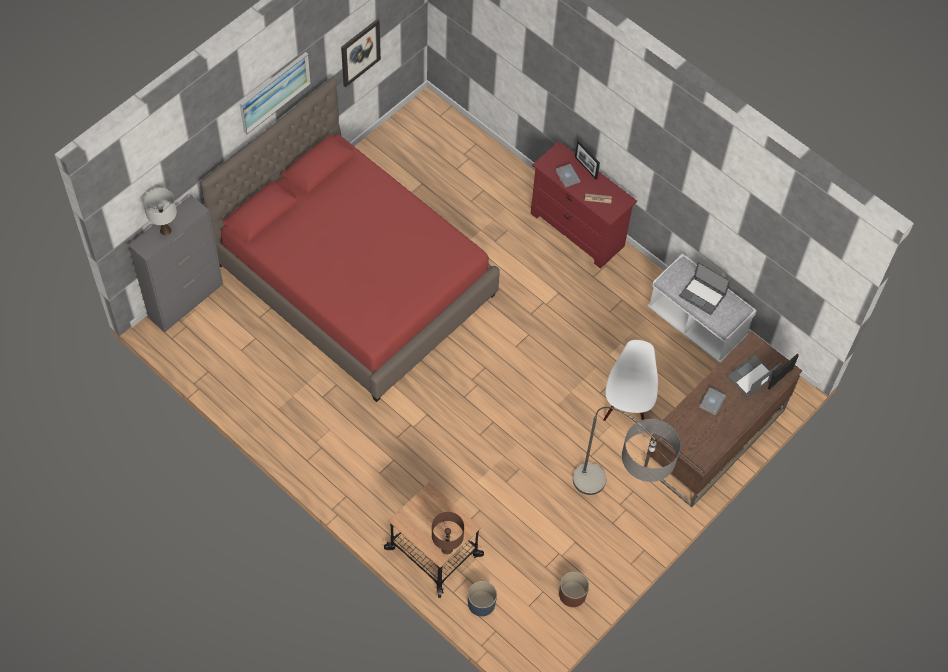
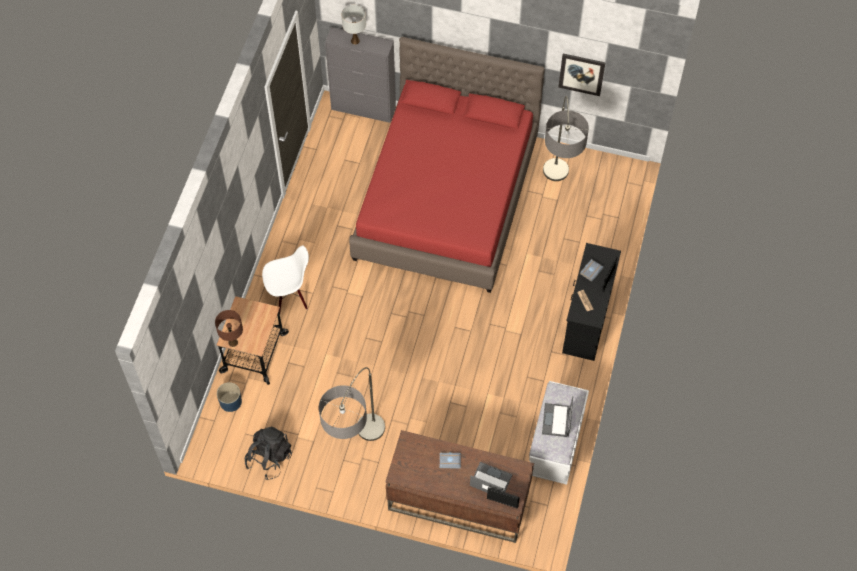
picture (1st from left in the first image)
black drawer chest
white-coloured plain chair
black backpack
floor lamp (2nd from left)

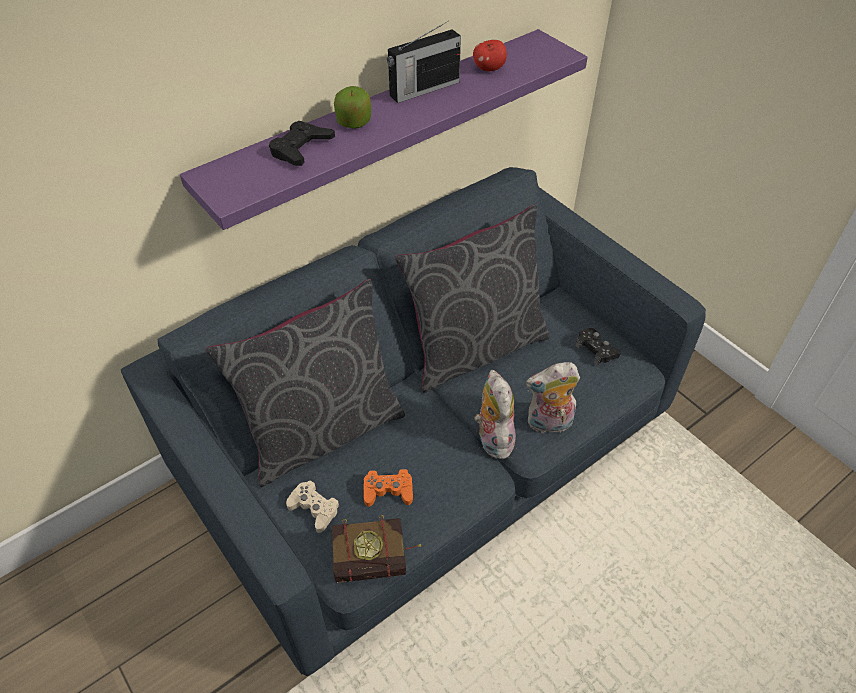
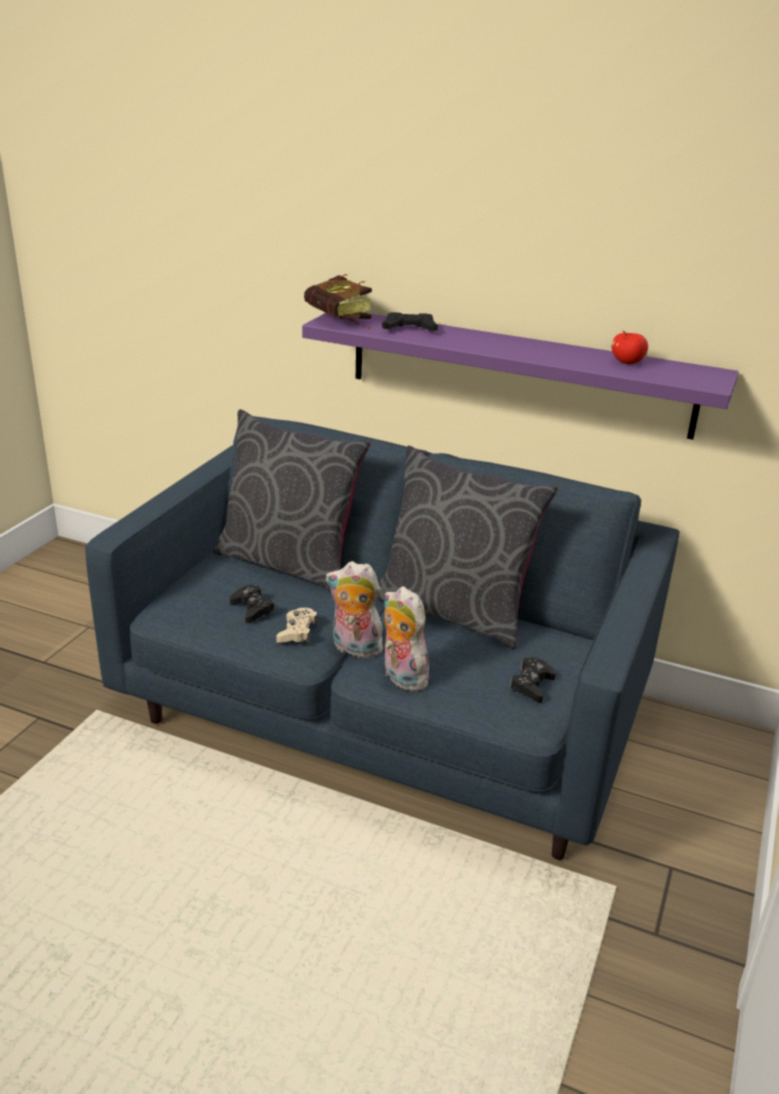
radio
whole apple (1st from left in the first image)
plush toy (1st from left)
black gamepad (1st from left)
beige gamepad
book

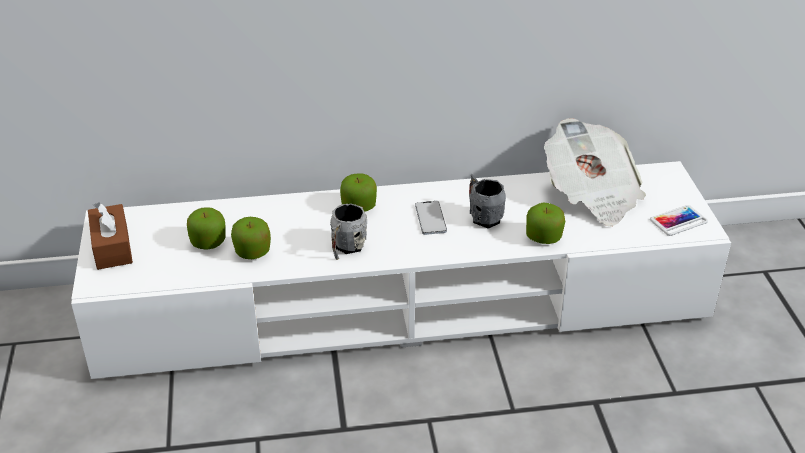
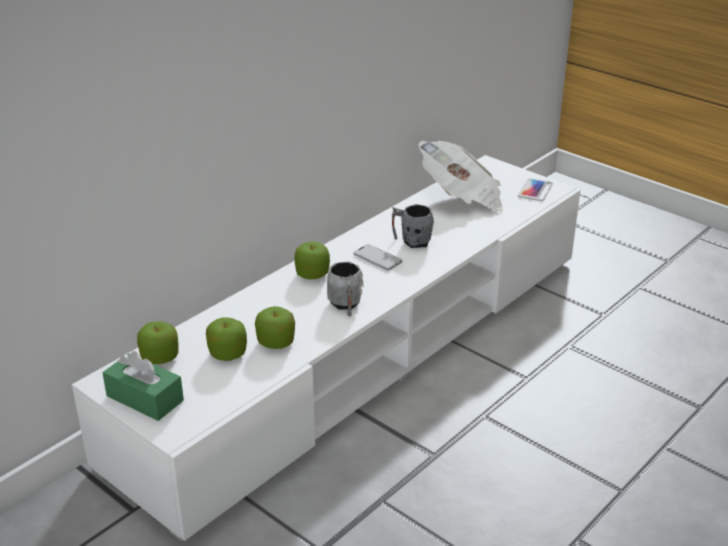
greenish tissue box
whole apple (1st from left)

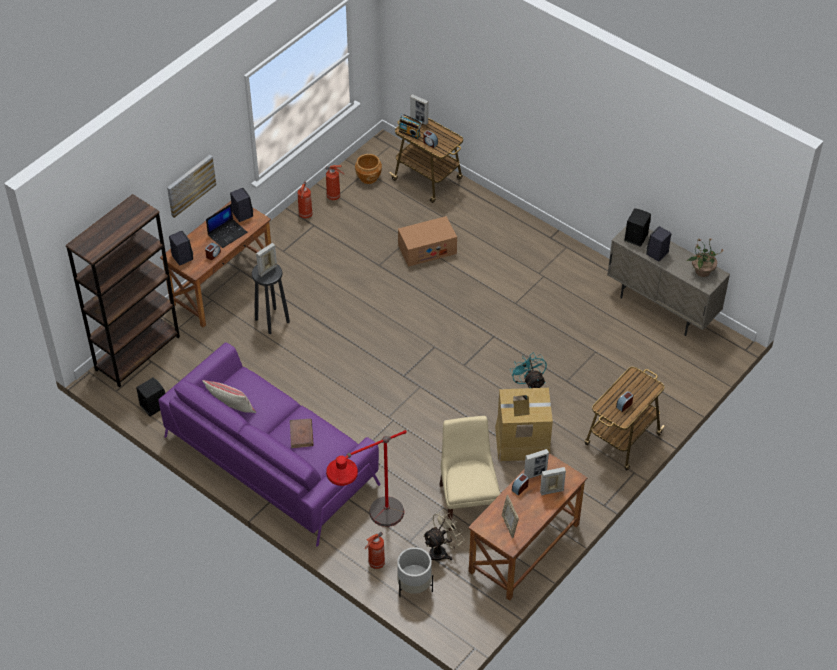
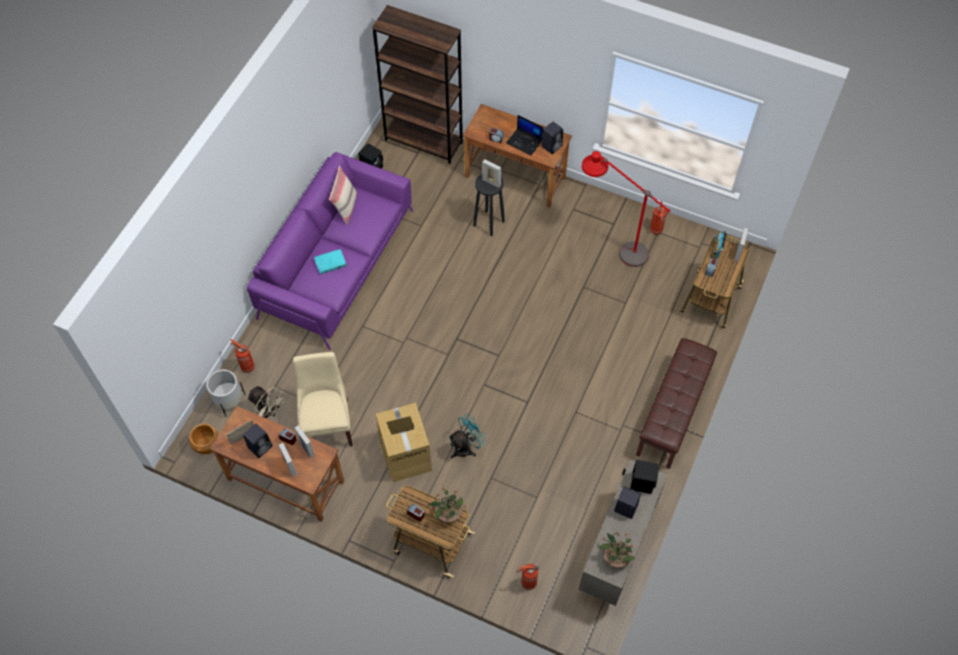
brownish planter
picture
extinguisher (2nd from left)
carton (1st from left in the first image)
black audio speaker (1st from left)
beige plain chair
turquoise book
red floor lamp
brownish indoor bench
potted plant (1st from left)

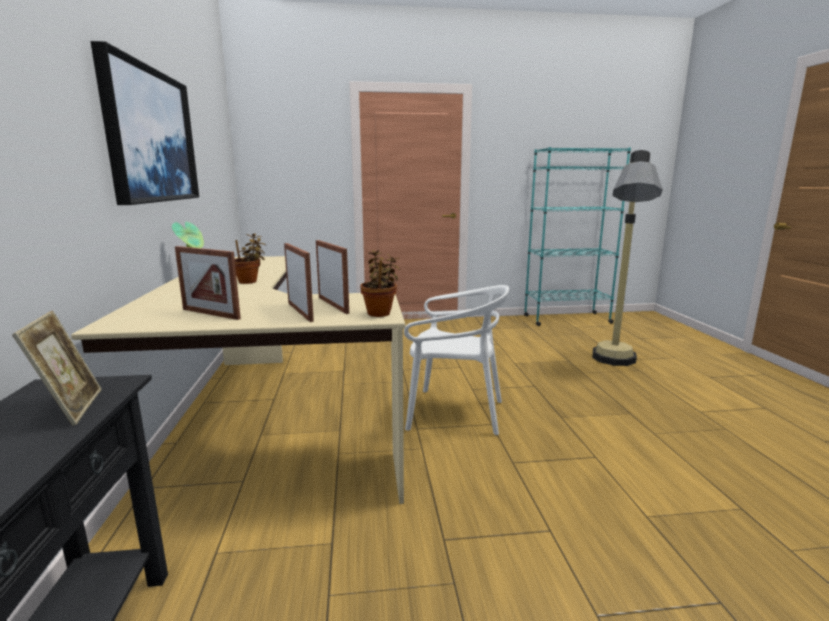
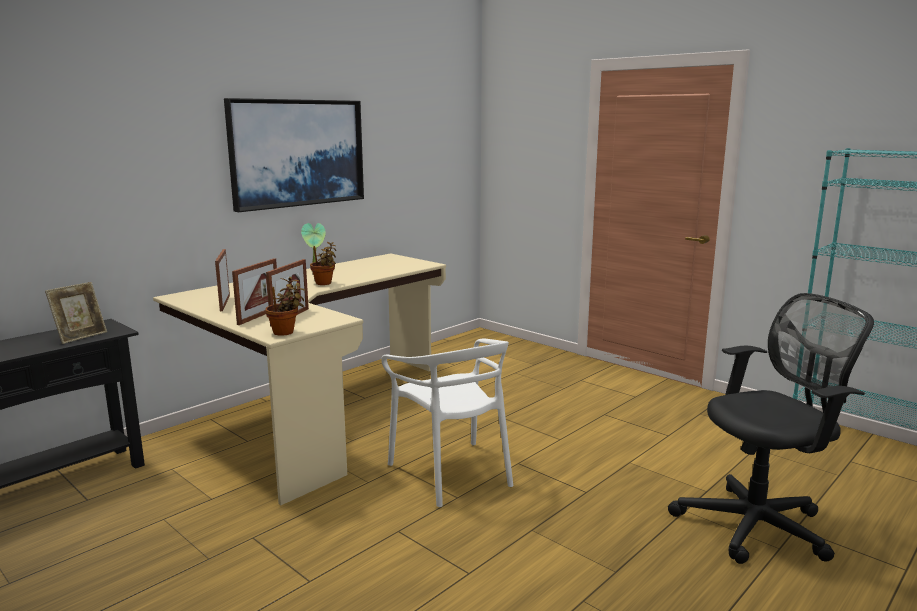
black office chair

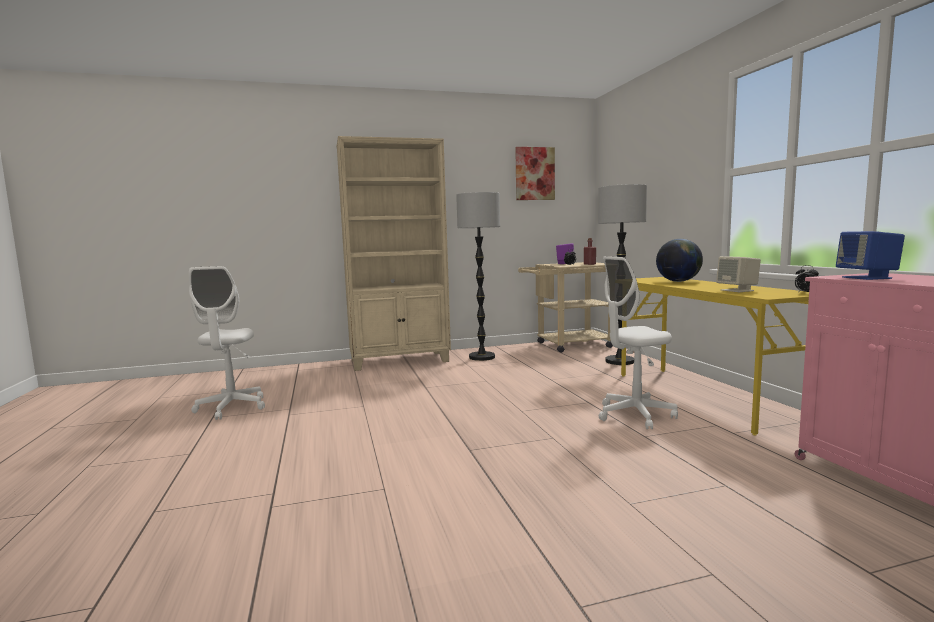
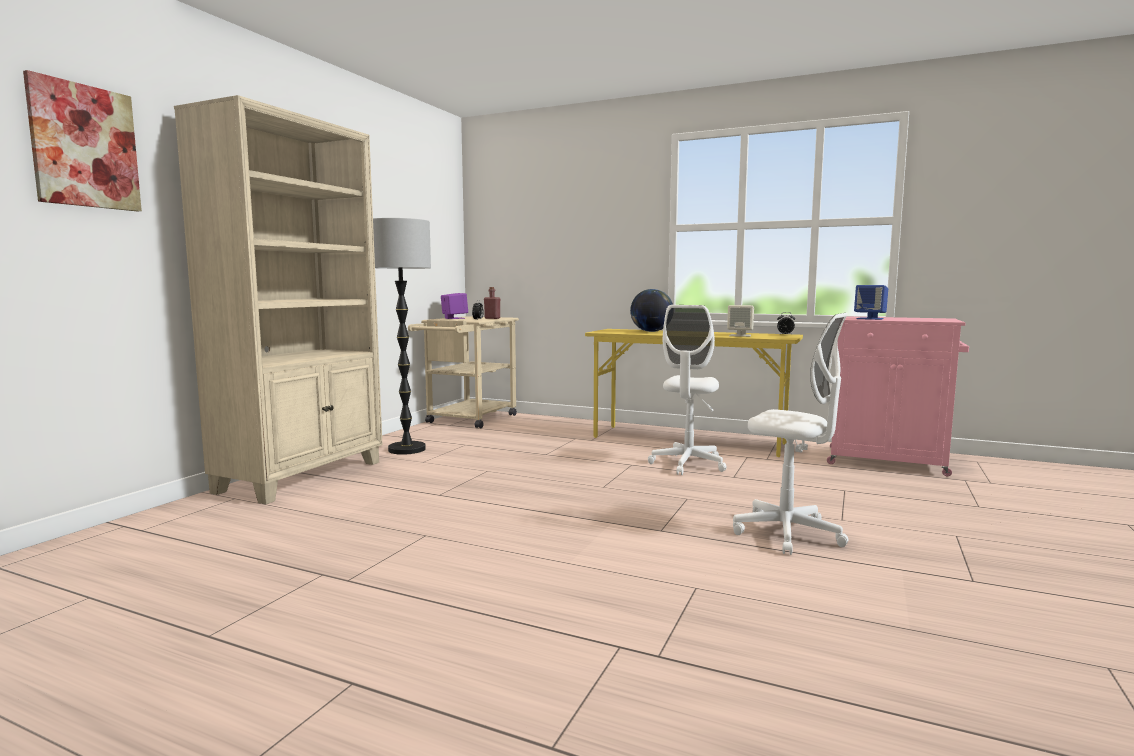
picture
floor lamp (2nd from left in the first image)
white-coloured office chair (2nd from left)

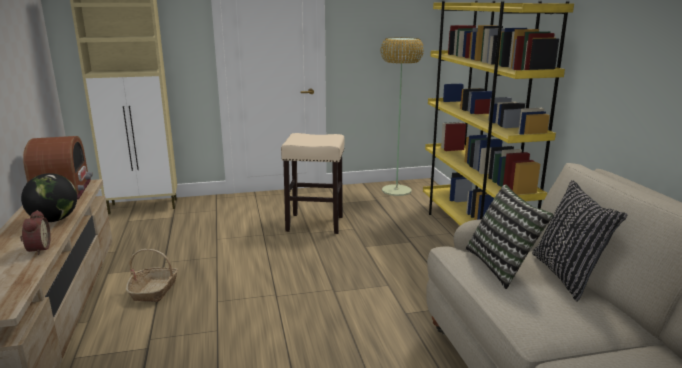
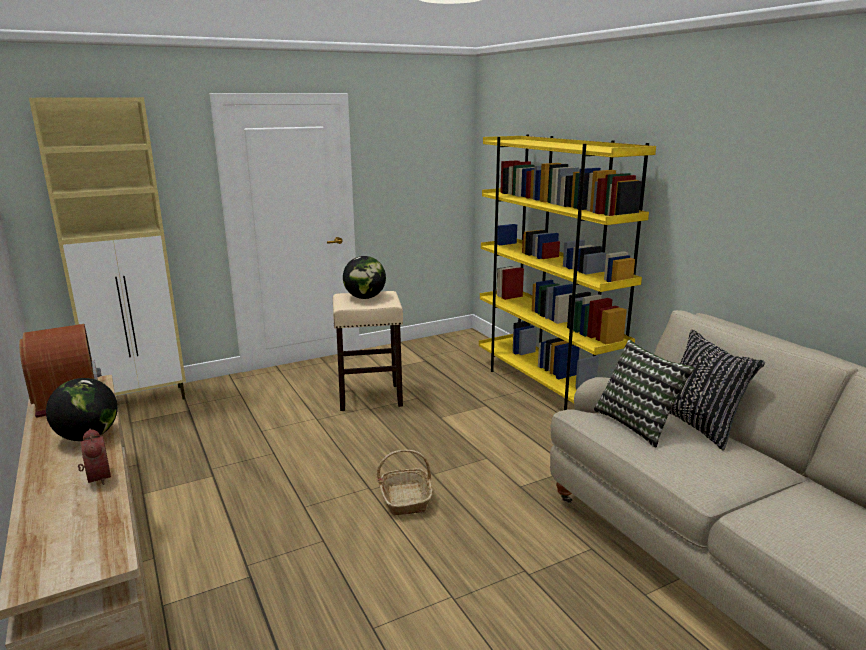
floor lamp
storage basket
world globe (2nd from left)

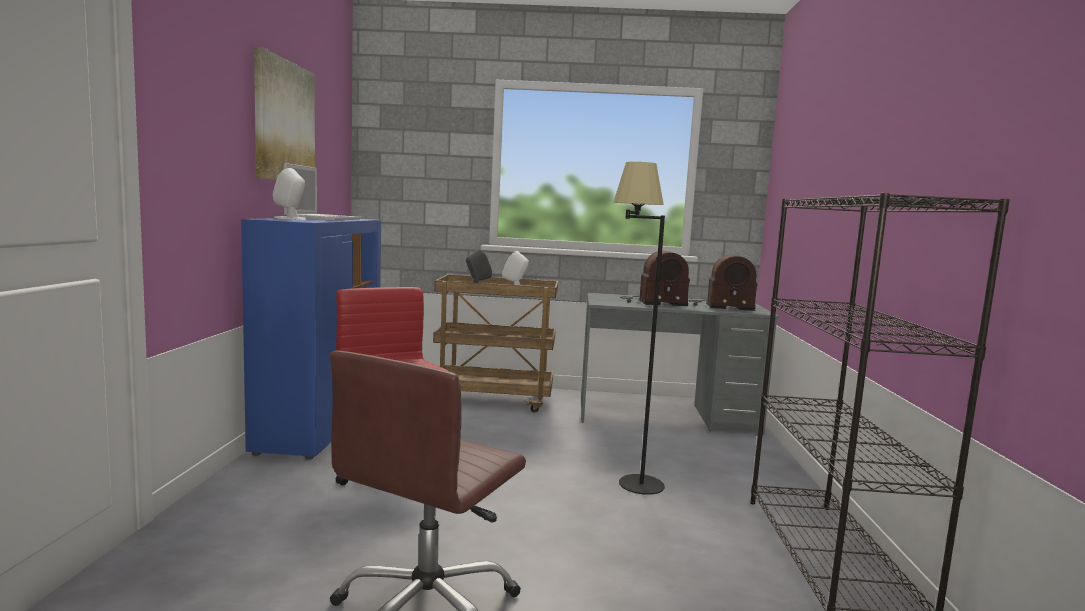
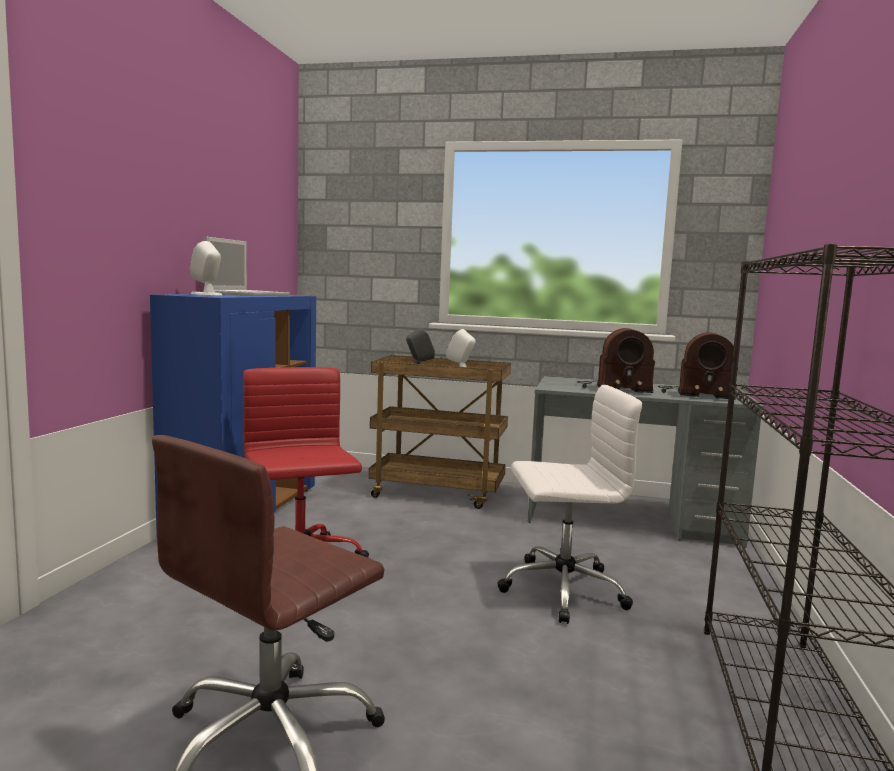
picture
white-coloured office chair

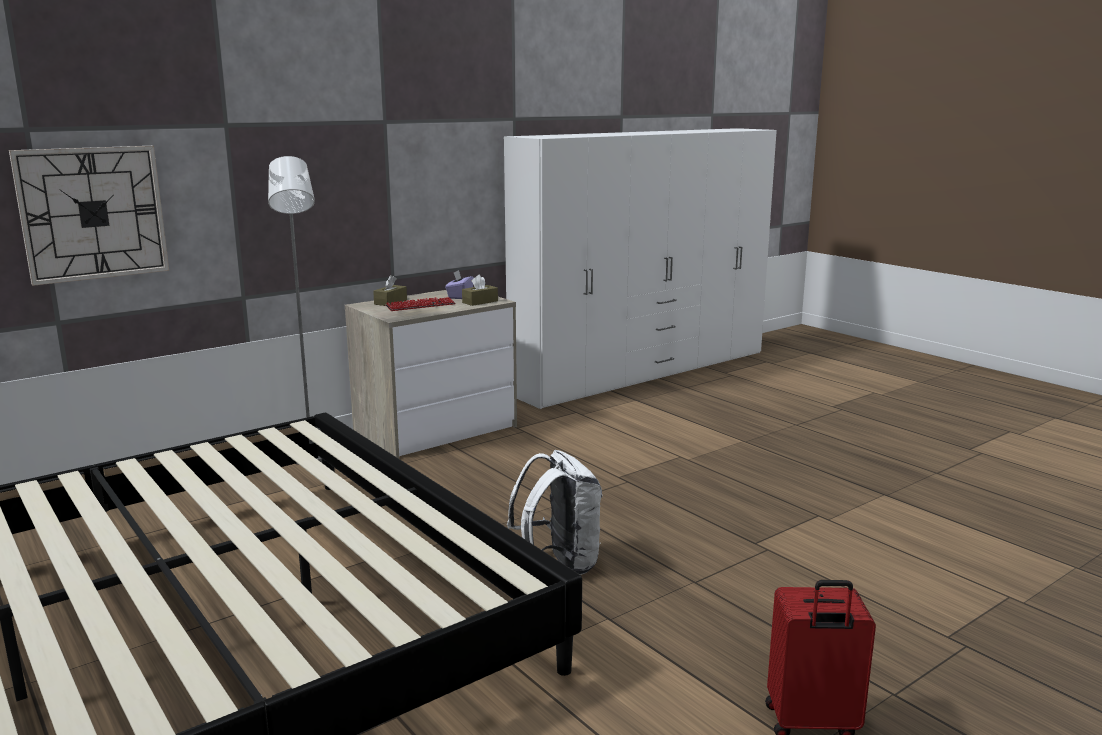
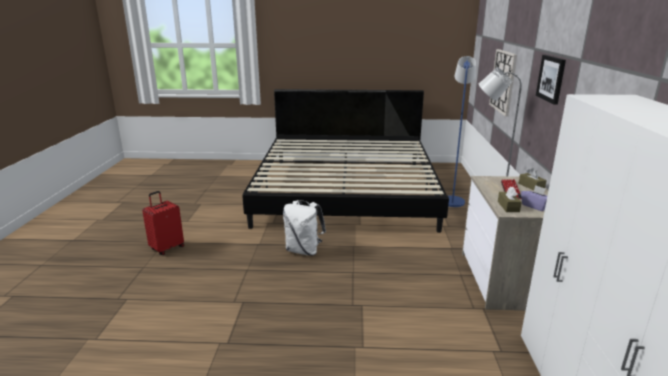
picture
bluish floor lamp

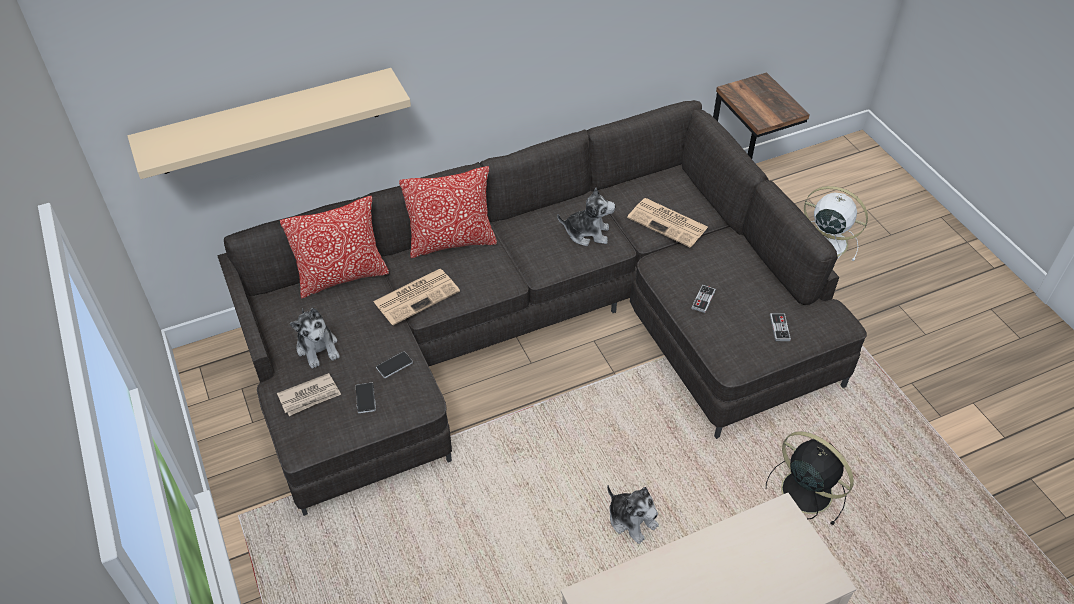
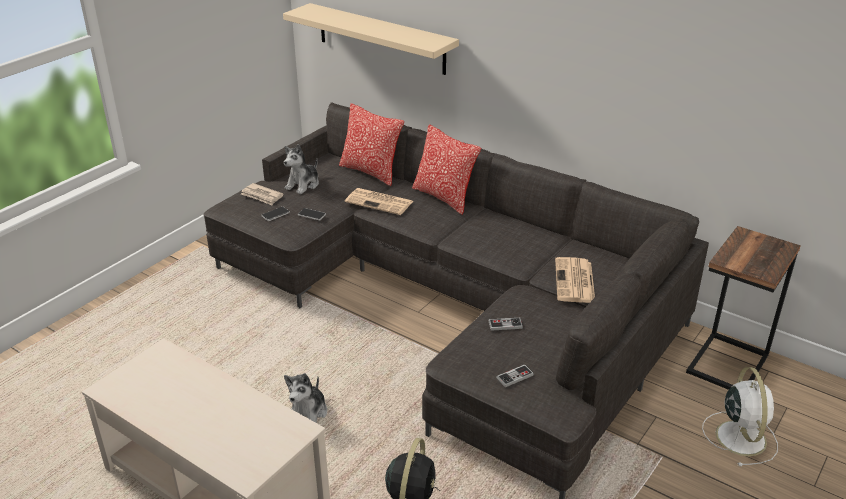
plush toy (2nd from left in the first image)

